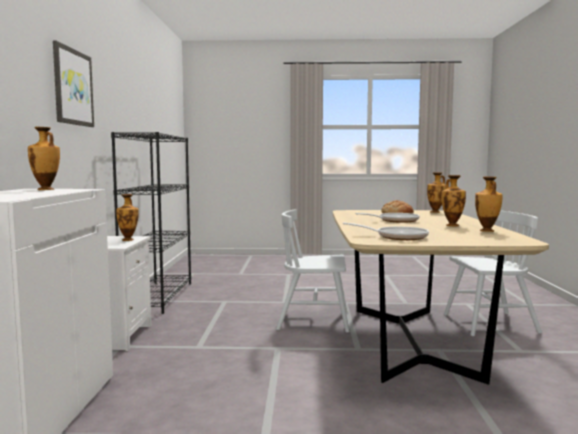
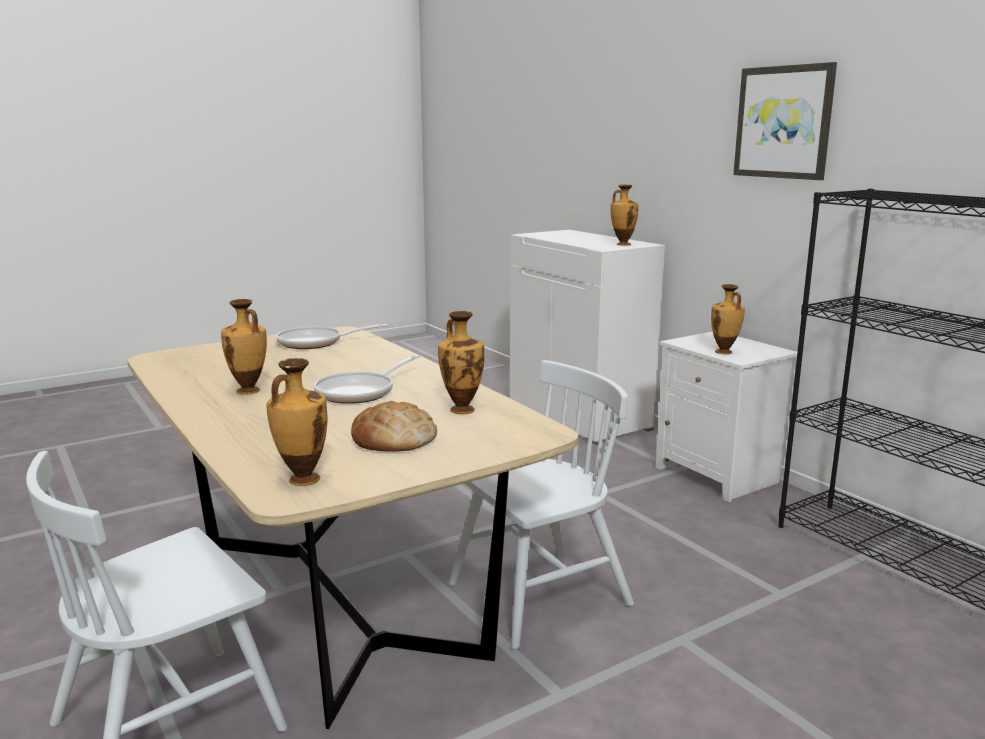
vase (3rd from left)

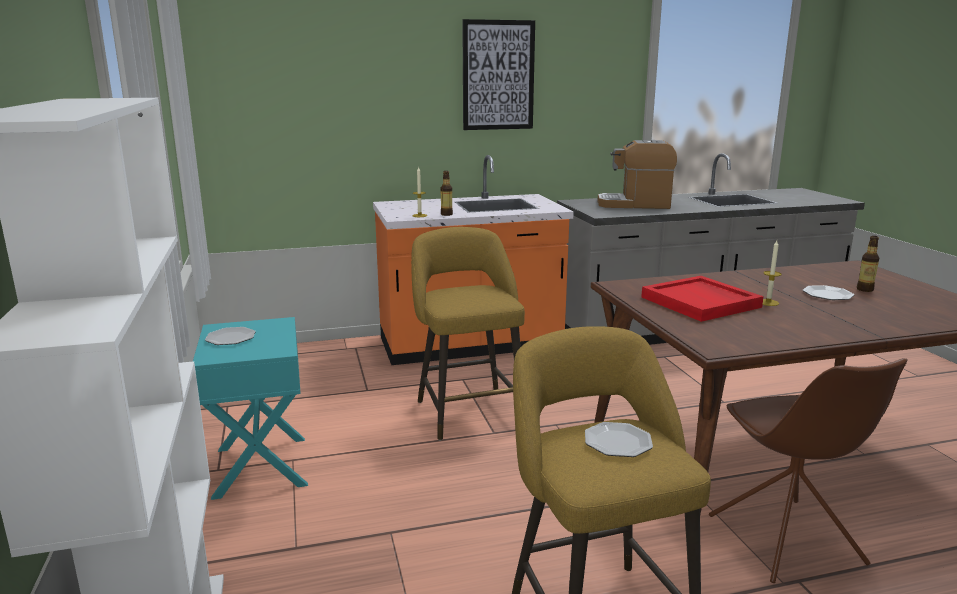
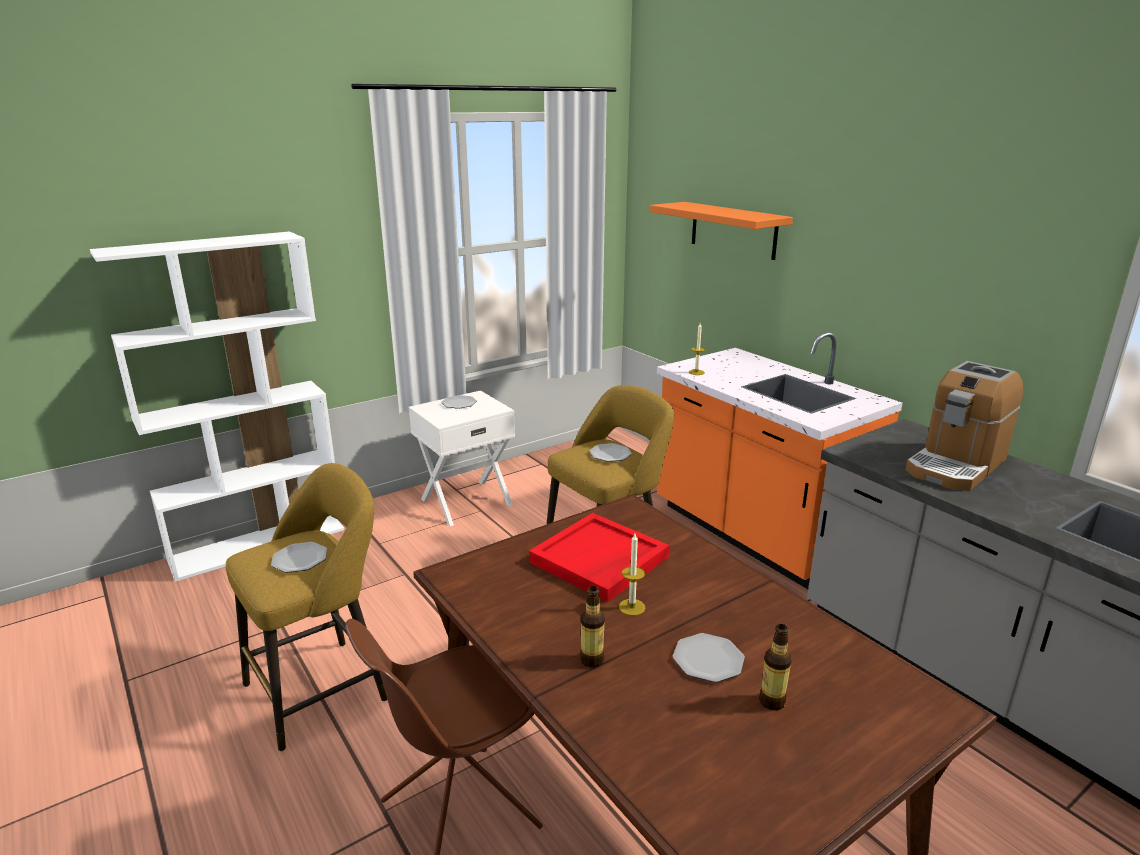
picture
coffee brewer
drink bottle (1st from left)
white-coloured bedside table
orangey wall shelf
dinner plate (3rd from left)

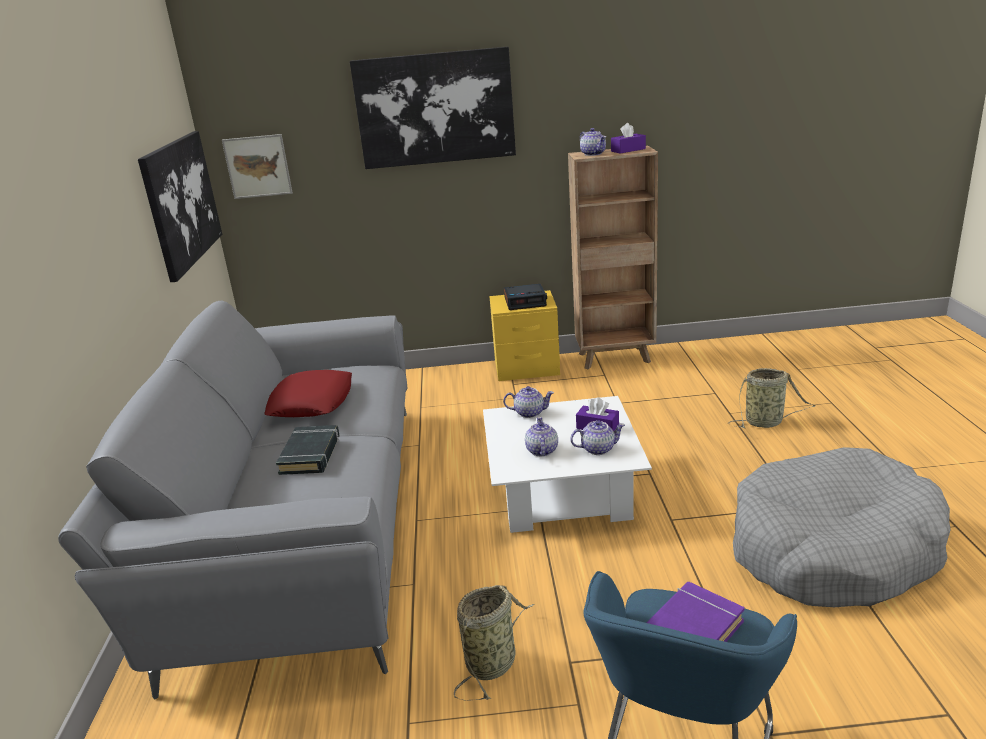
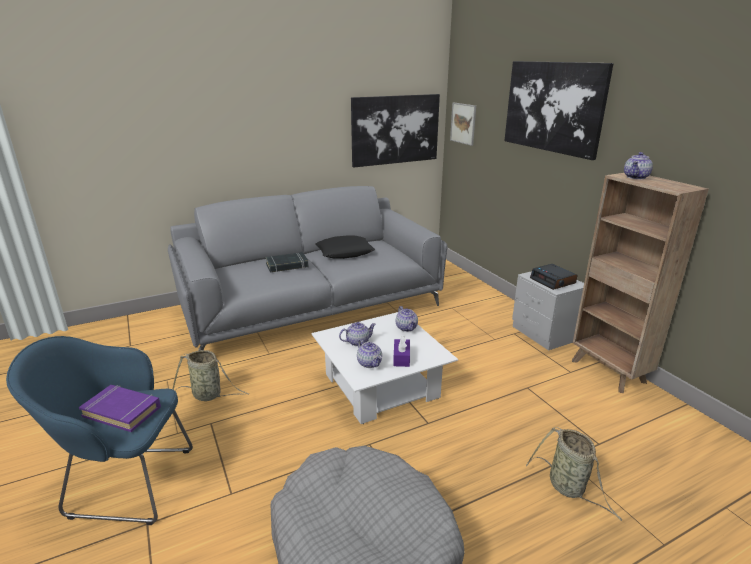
purple-coloured tissue box (2nd from left in the first image)
grey bedside table
black cushion

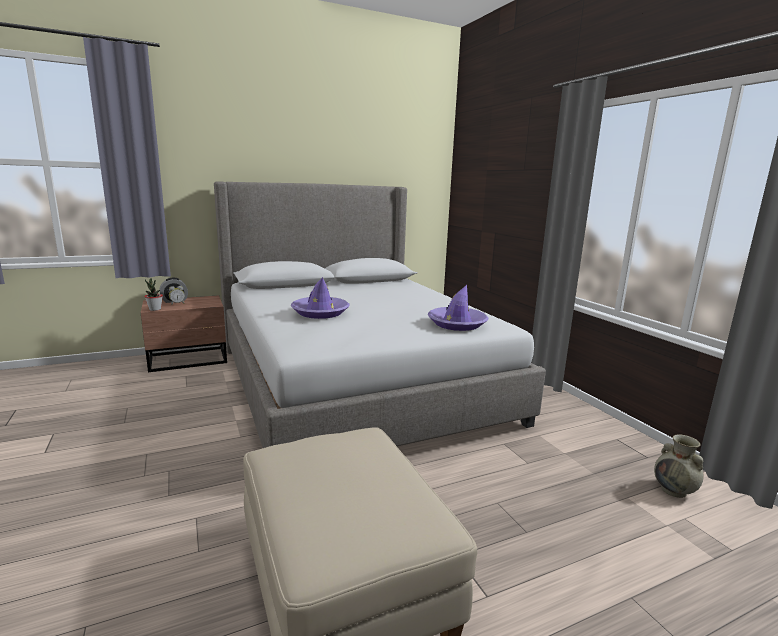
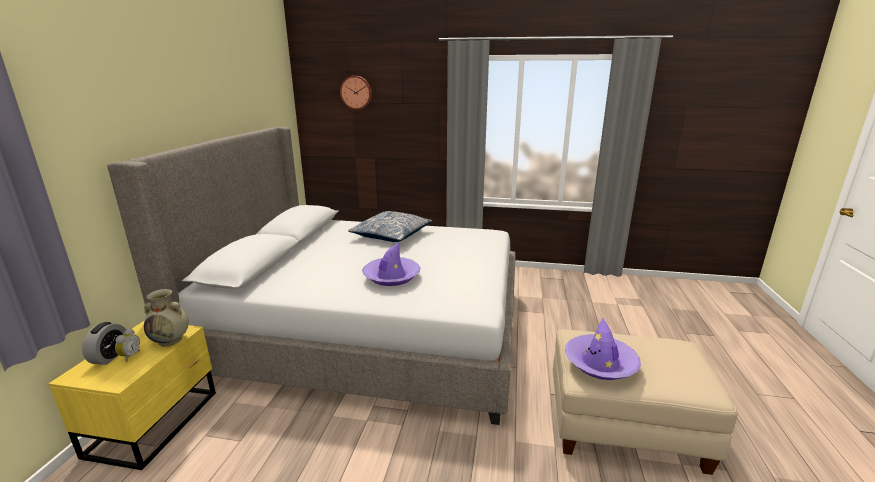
potted plant
purple-coloured hat (2nd from left)
yellowish bedside table
beige vase
clock on the wall
cushion

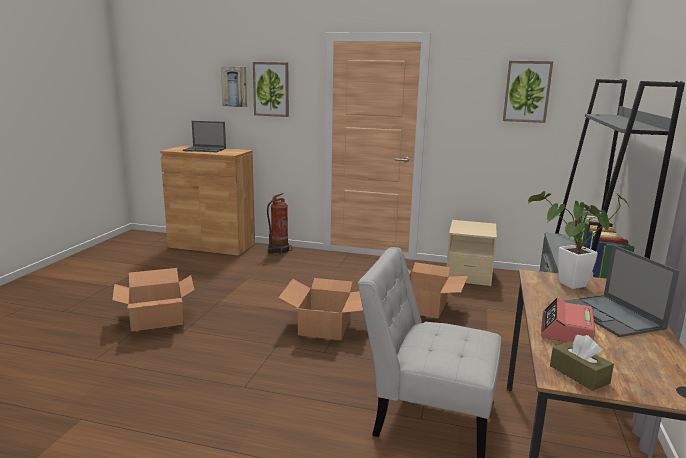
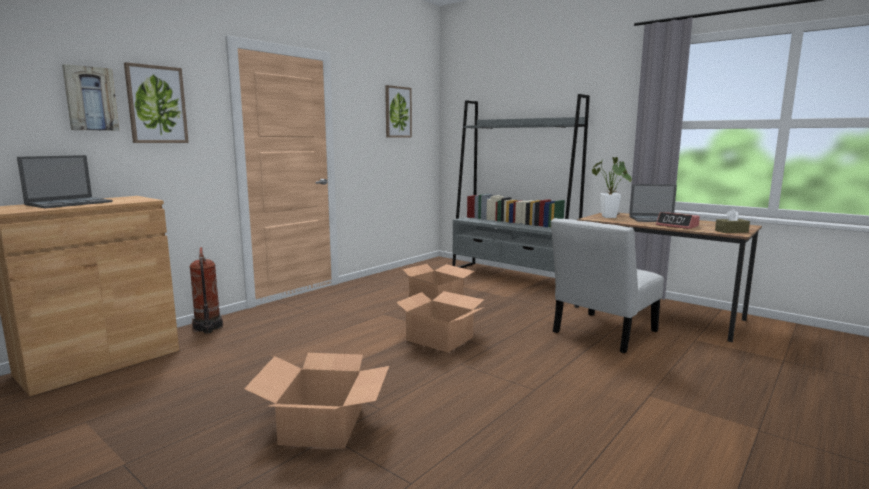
beige bedside table

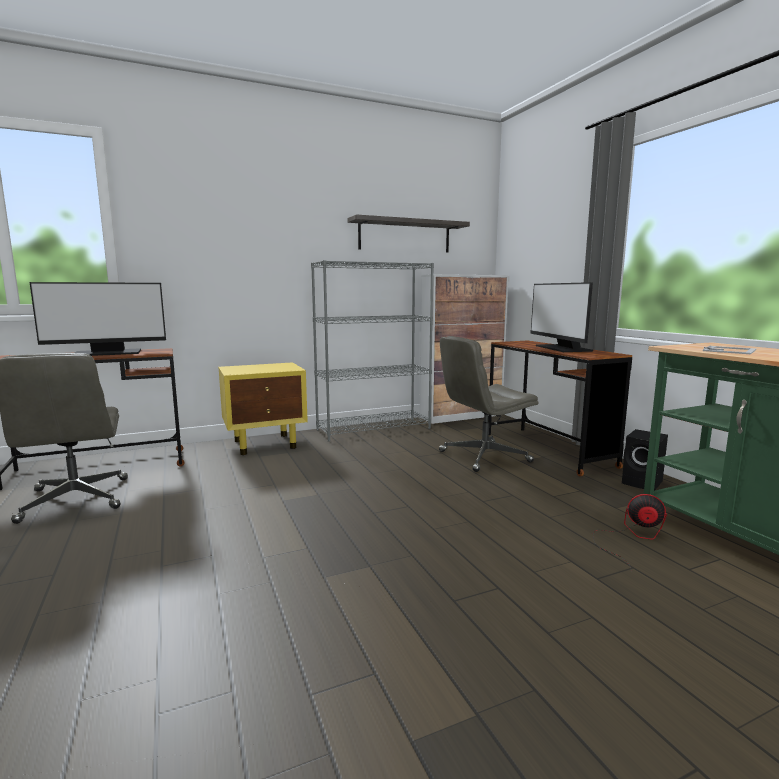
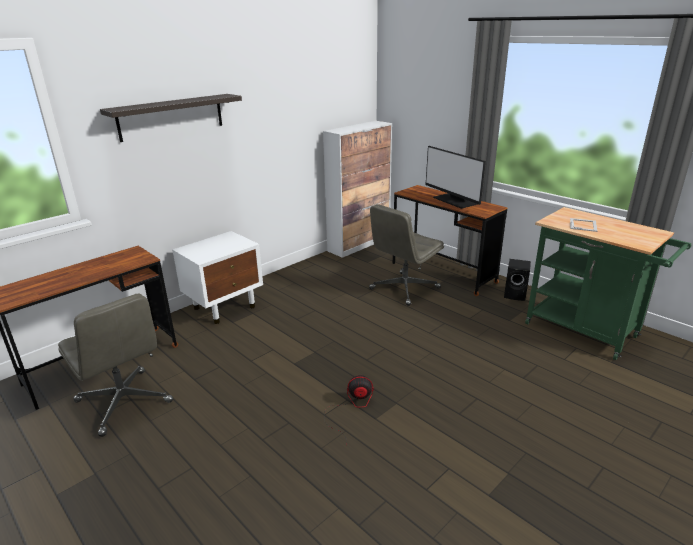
wall shelf
grey shelving unit
monitor (1st from left in the first image)
white-coloured bedside table
electric fan

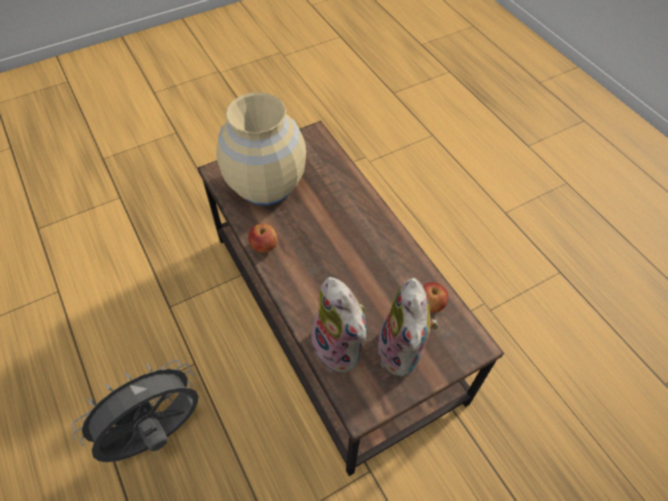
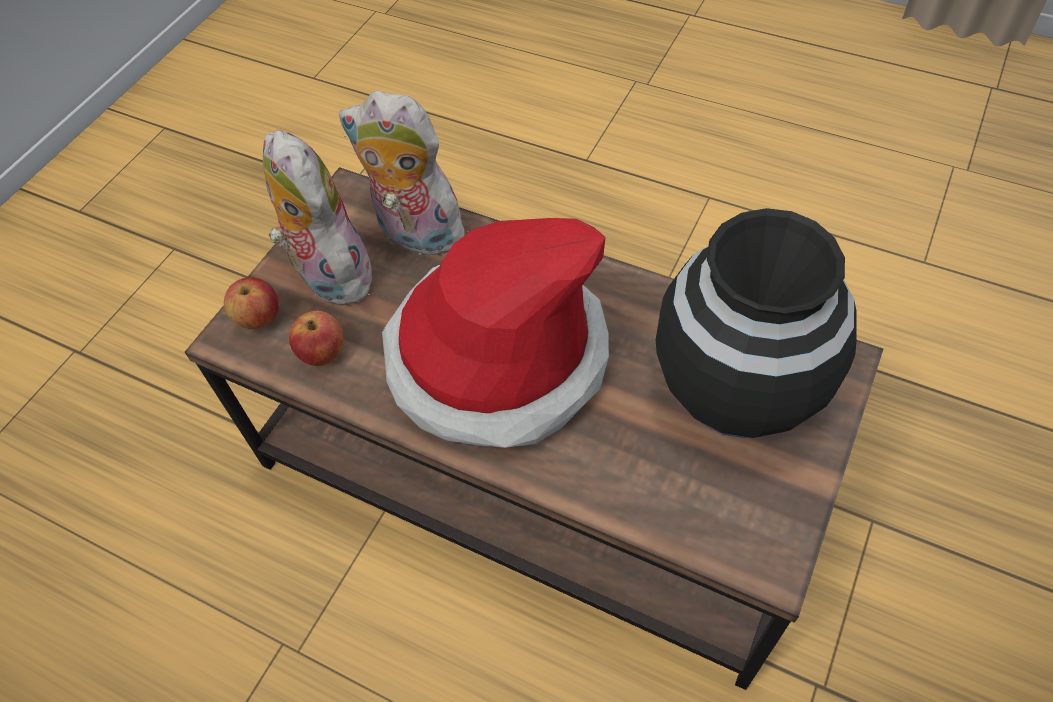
black vase
whole apple (1st from left)
grey electric fan
hat

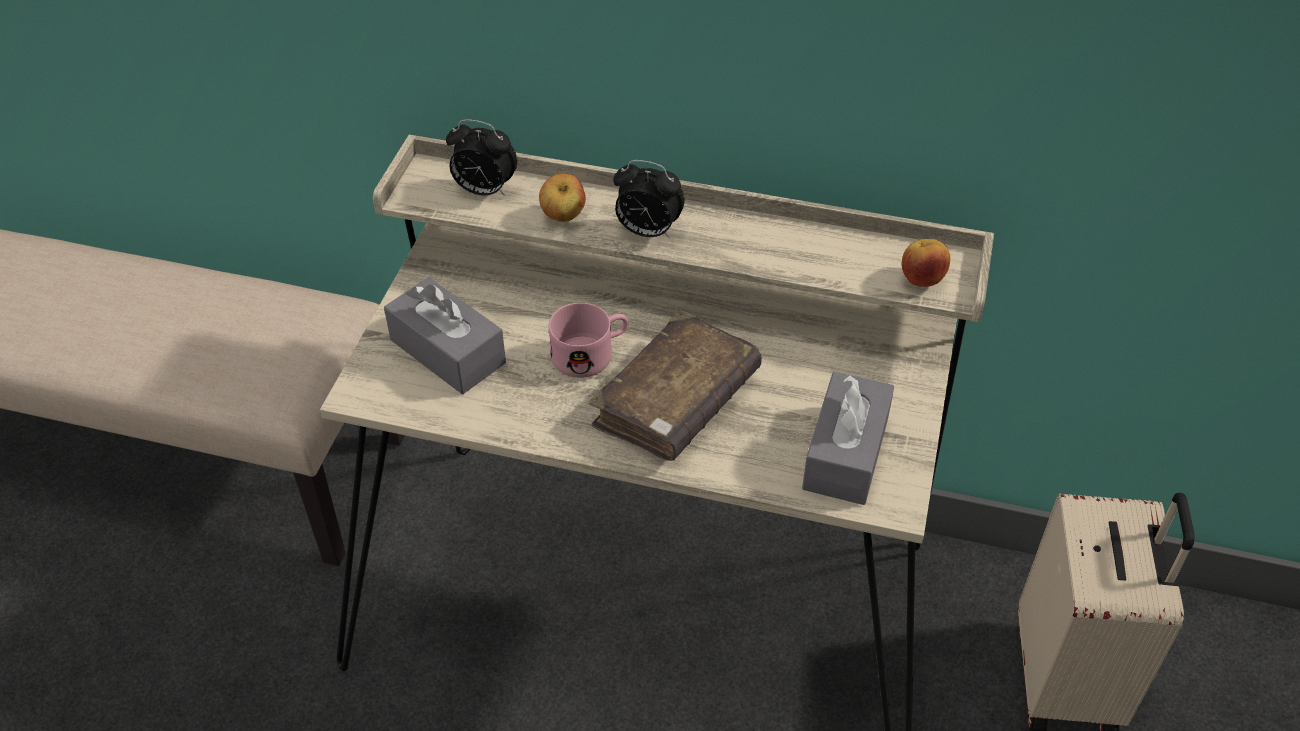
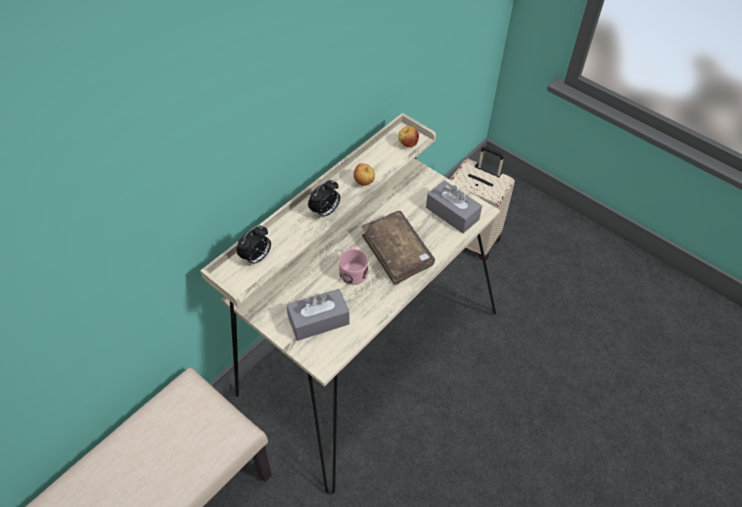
whole apple (1st from left)

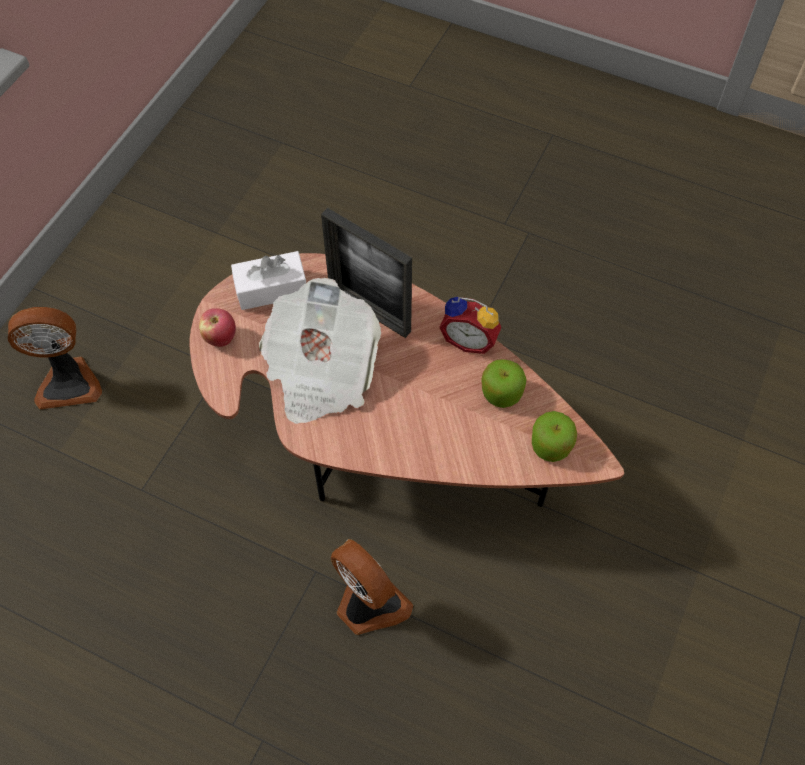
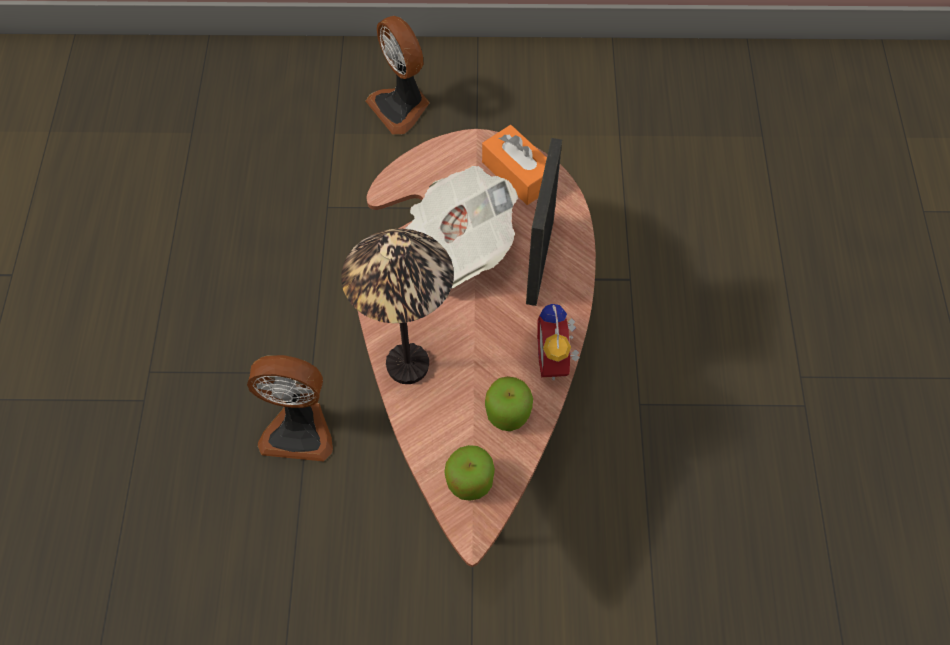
orangey tissue box
whole apple (1st from left in the first image)
electric fan (1st from left)
table lamp

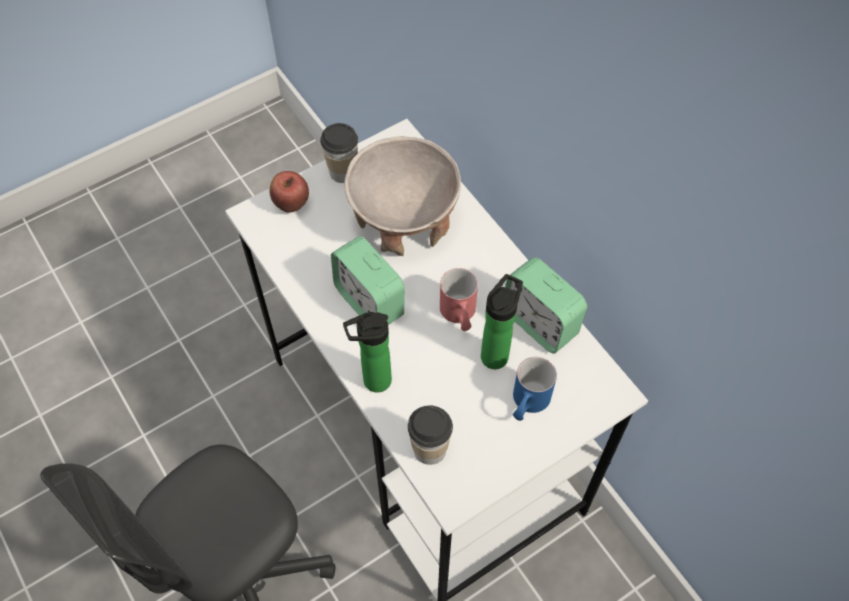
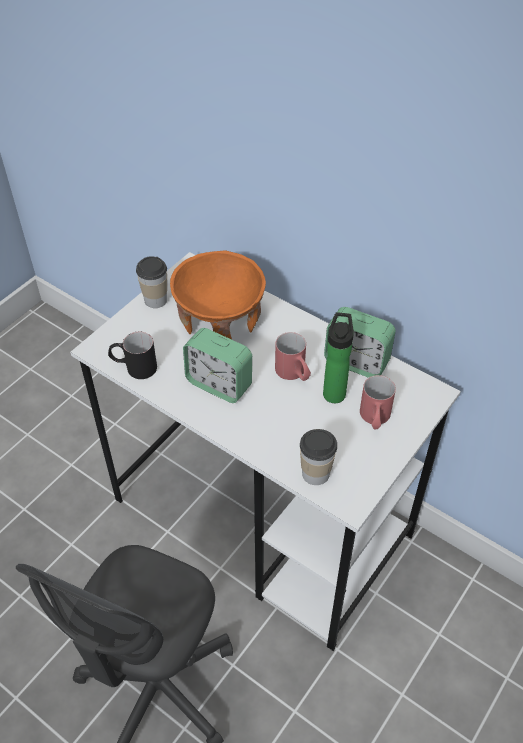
orangey bowl
whole apple
drink bottle (1st from left in the first image)
red tea mug (2nd from left)
black tea mug

